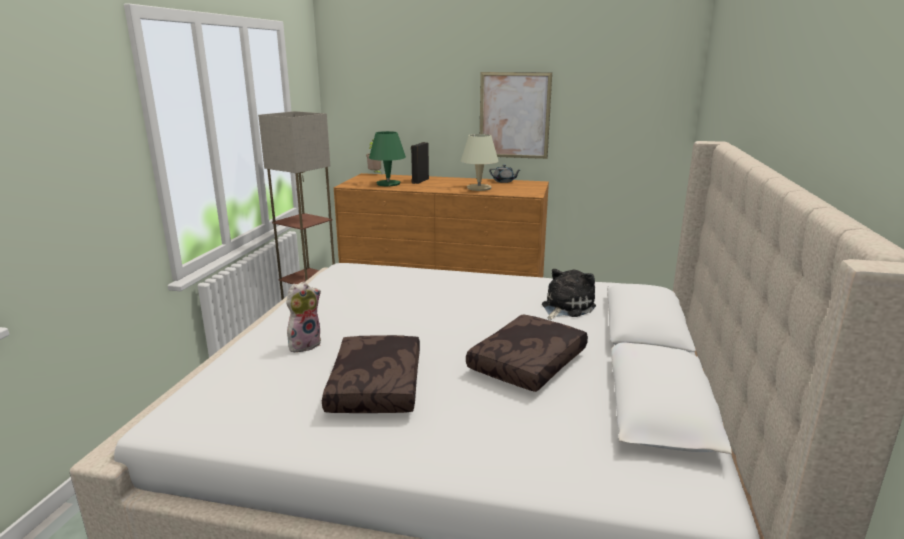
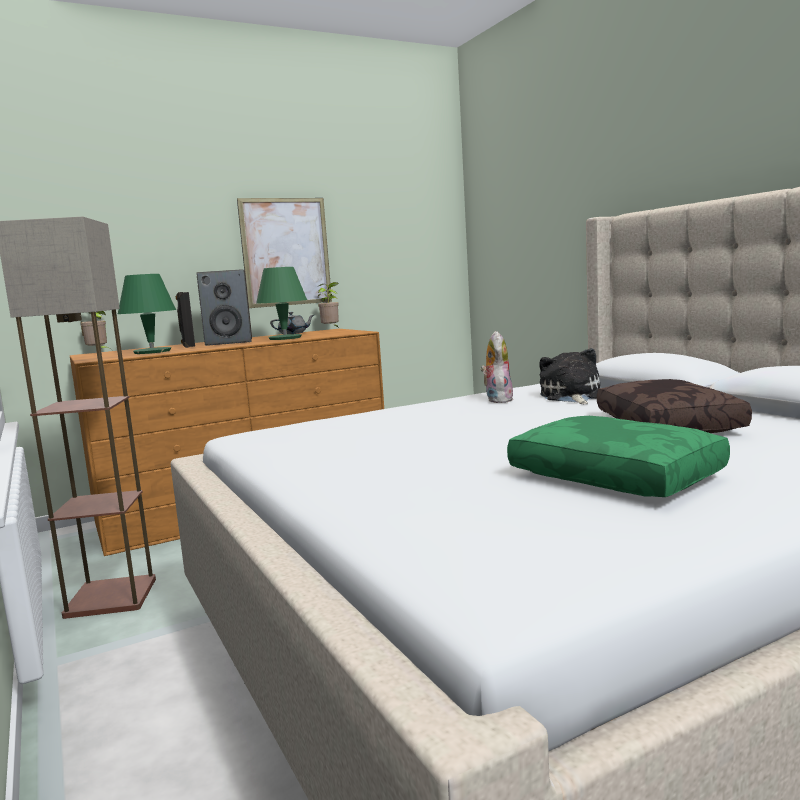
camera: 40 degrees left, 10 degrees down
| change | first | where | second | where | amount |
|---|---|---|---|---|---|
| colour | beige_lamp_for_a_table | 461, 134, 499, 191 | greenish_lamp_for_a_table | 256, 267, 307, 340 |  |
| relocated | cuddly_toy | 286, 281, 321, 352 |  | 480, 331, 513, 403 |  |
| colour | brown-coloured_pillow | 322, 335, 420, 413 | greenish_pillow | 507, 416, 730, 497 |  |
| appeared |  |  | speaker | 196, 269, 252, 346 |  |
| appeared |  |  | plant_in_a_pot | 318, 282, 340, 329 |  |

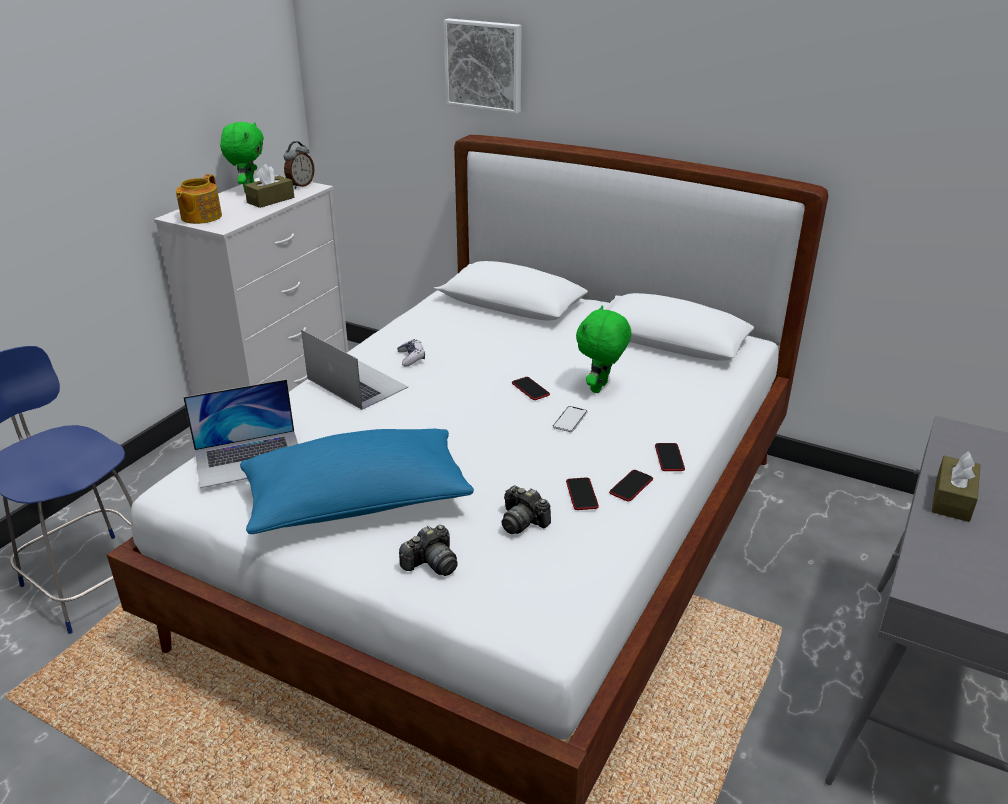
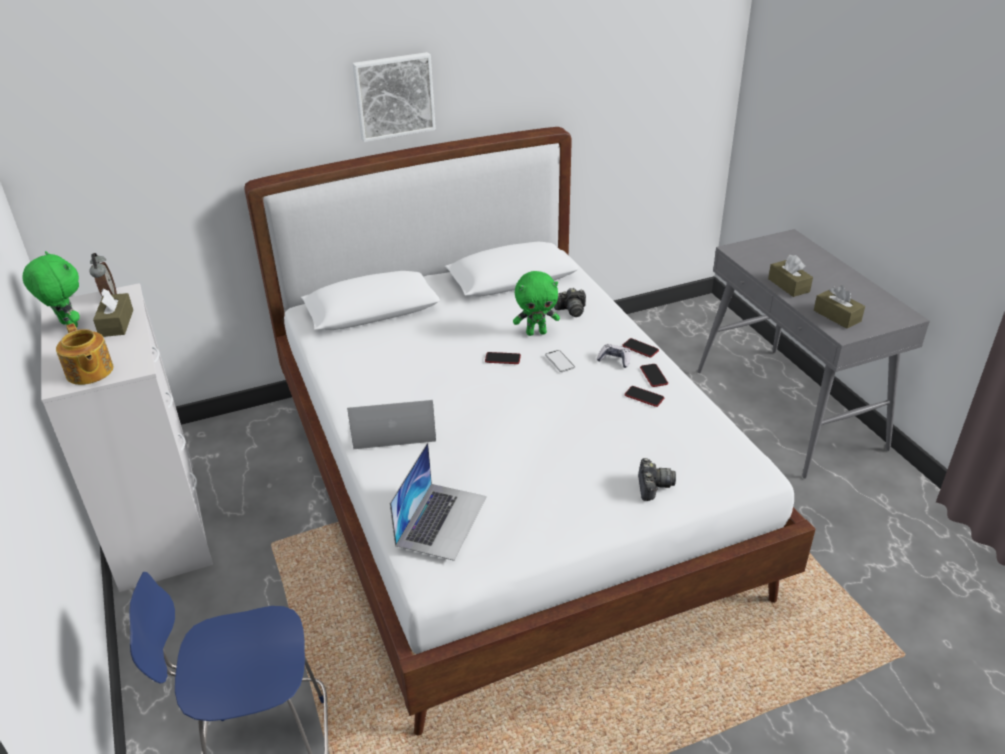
camera: 50 degrees left, 5 degrees up
| change | first | where | second | where | amount |
|---|---|---|---|---|---|
| relocated | wall_art | 443, 18, 522, 114 |  | 352, 52, 436, 142 |  |
| spun | greenish_cuddly_toy | 576, 305, 631, 393 |  | 513, 271, 560, 336 | 75 degrees counterclockwise |
| relocated | game_controller | 397, 339, 425, 367 |  | 597, 344, 631, 368 |  |
| missing | blue_pillow | 240, 429, 474, 534 |  |  |  |
| relocated | still_camera | 502, 486, 551, 534 |  | 554, 288, 586, 317 |  |
| appeared |  |  | brown-coloured_tissue_box | 814, 285, 865, 329 |  |

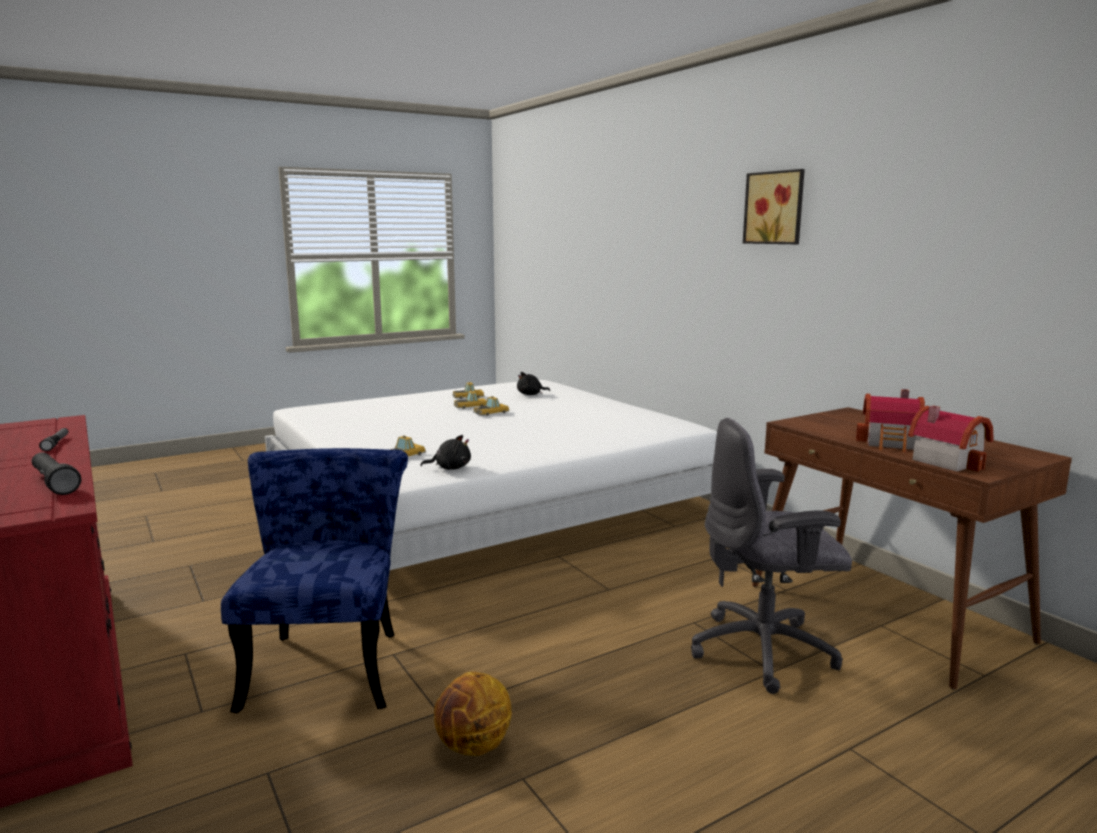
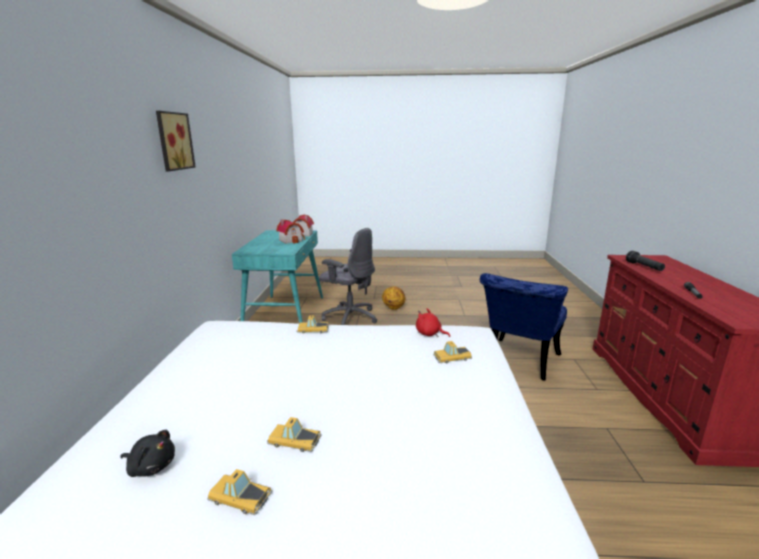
camera: 145 degrees left, 5 degrees up
| change | first | where | second | where | amount |
|---|---|---|---|---|---|
| relocated | toy_car | 473, 396, 510, 416 |  | 297, 315, 329, 334 |  |
| colour | brown-coloured_desk | 752, 407, 1072, 690 | turquoise_desk | 232, 230, 323, 323 |  |
| colour | black-coloured_cuddly_toy | 420, 435, 471, 470 | red_cuddly_toy | 416, 308, 450, 337 |  |
| relocated | basketball | 434, 672, 512, 756 |  | 382, 286, 406, 310 |  |

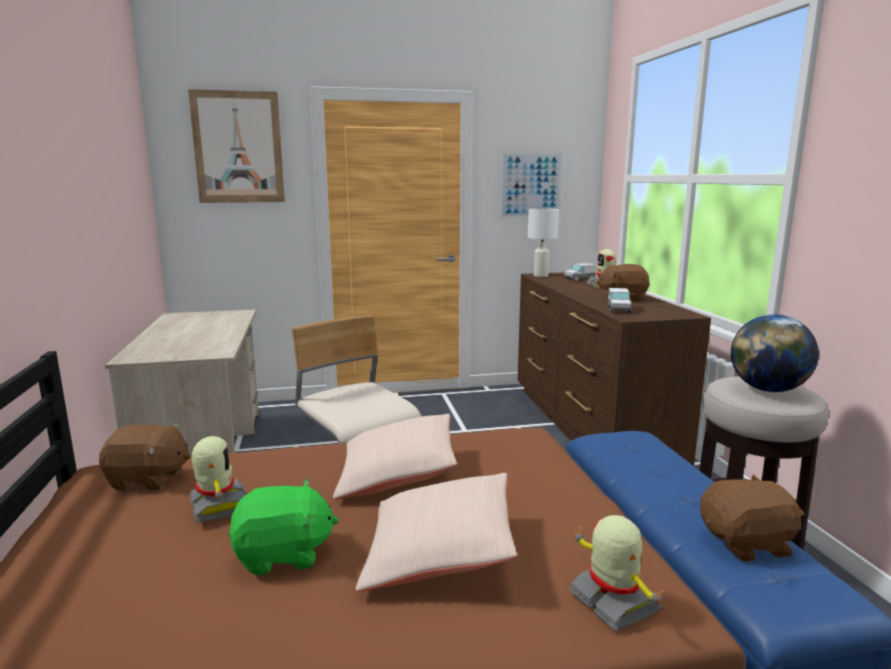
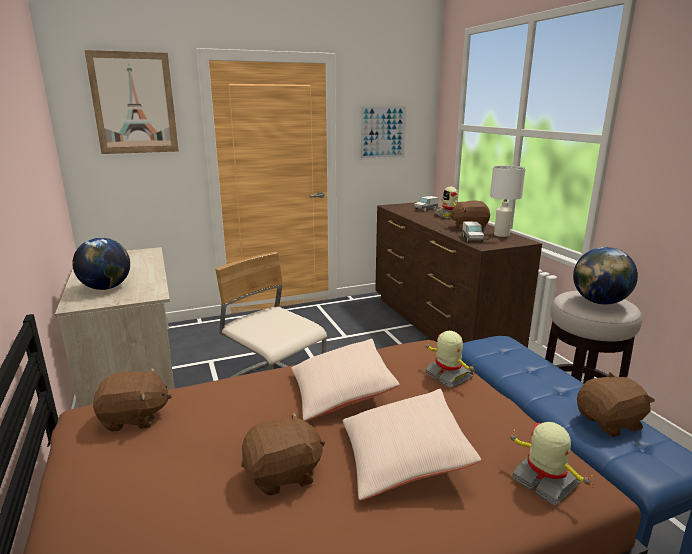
camera: 10 degrees left, 5 degrees up
| change | first | where | second | where | amount |
|---|---|---|---|---|---|
| relocated | white_lamp_for_a_table | 528, 208, 559, 277 |  | 490, 166, 526, 237 |  |
| relocated | model_robot | 190, 436, 247, 523 |  | 425, 331, 475, 388 |  |
| colour | greenish_cuddly_toy | 228, 479, 338, 575 | brown-coloured_cuddly_toy | 241, 412, 325, 496 |  |
| appeared |  |  | globe | 72, 238, 130, 290 |  |

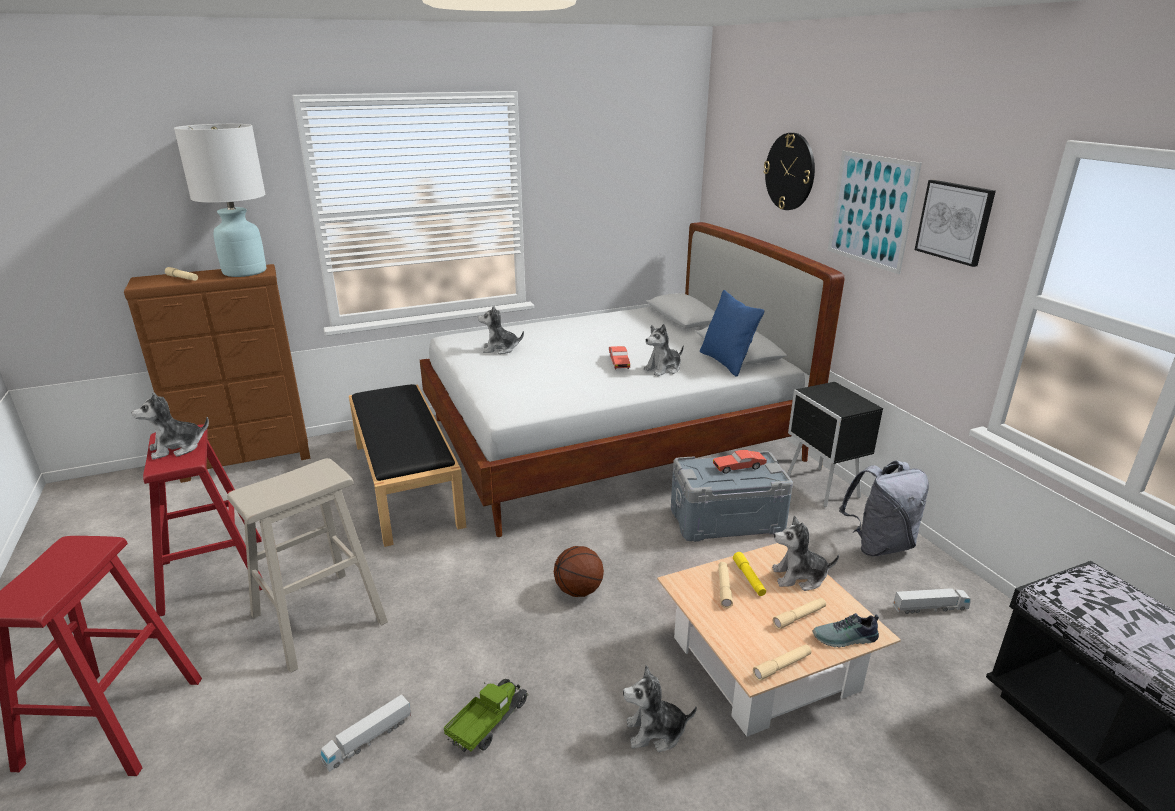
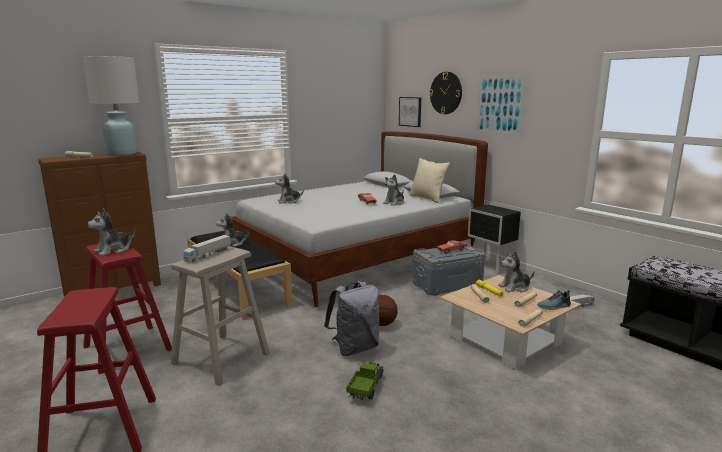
camera: 15 degrees left, 10 degrees down
| change | first | where | second | where | amount |
|---|---|---|---|---|---|
| relocated | wall_art | 915, 180, 996, 267 |  | 399, 97, 421, 127 |  |
| colour | blue_pillow | 700, 290, 764, 377 | beige_pillow | 409, 158, 450, 203 |  |
| relocated | grey_knapsack | 839, 460, 929, 556 |  | 324, 281, 379, 356 |  |
| relocated | cuddly_toy | 623, 665, 697, 752 |  | 216, 213, 250, 247 |  |
| relocated | toy_lorry | 321, 694, 412, 772 |  | 183, 235, 231, 263 |  |

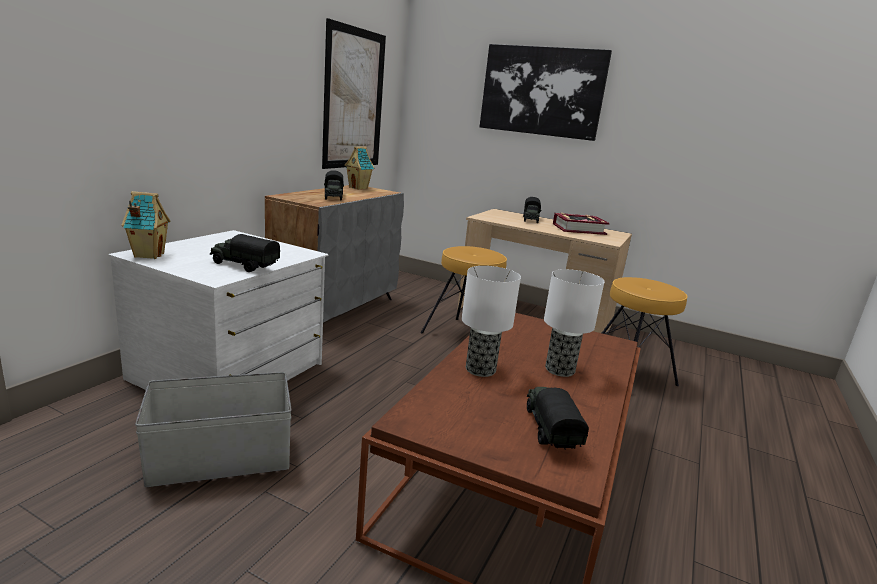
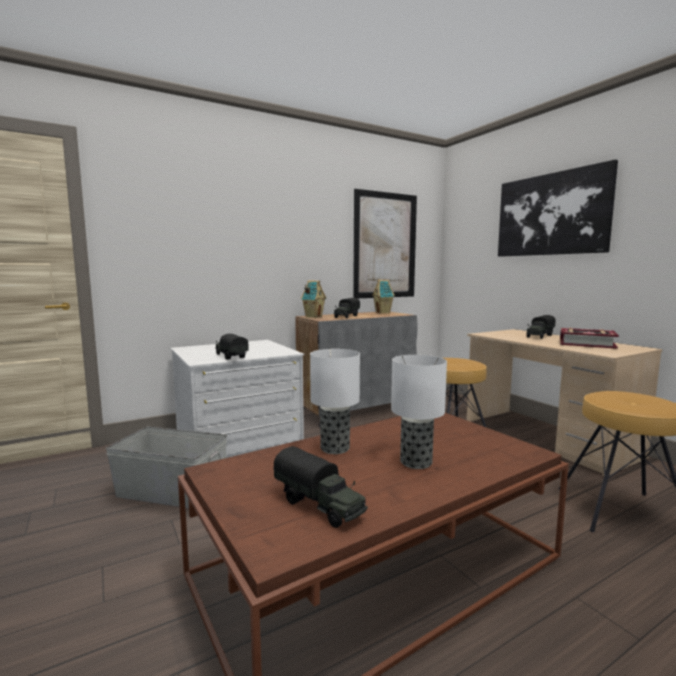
camera: 35 degrees right, 10 degrees down
| change | first | where | second | where | amount |
|---|---|---|---|---|---|
| relocated | model_house | 121, 191, 170, 259 |  | 301, 280, 326, 318 |  |
| spun | toy_lorry | 527, 387, 589, 450 |  | 273, 446, 368, 528 | 105 degrees clockwise |

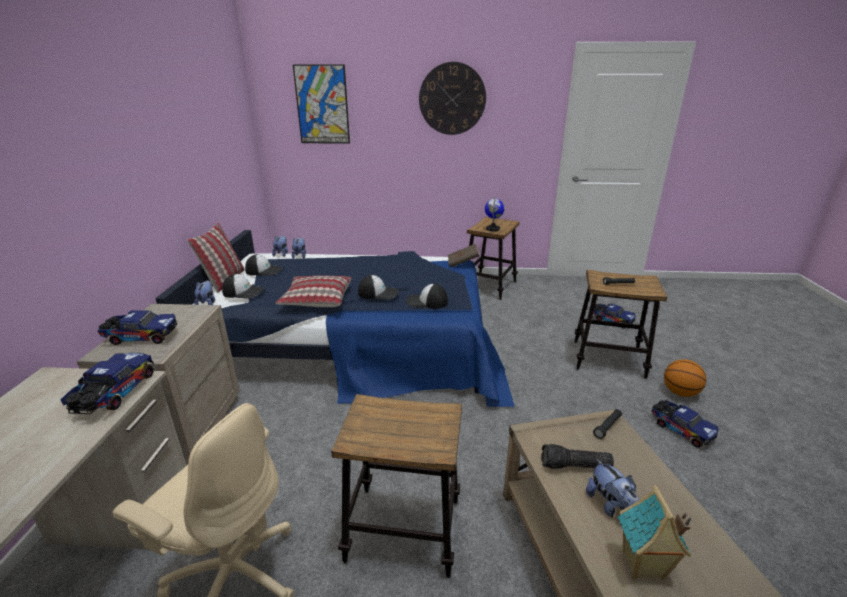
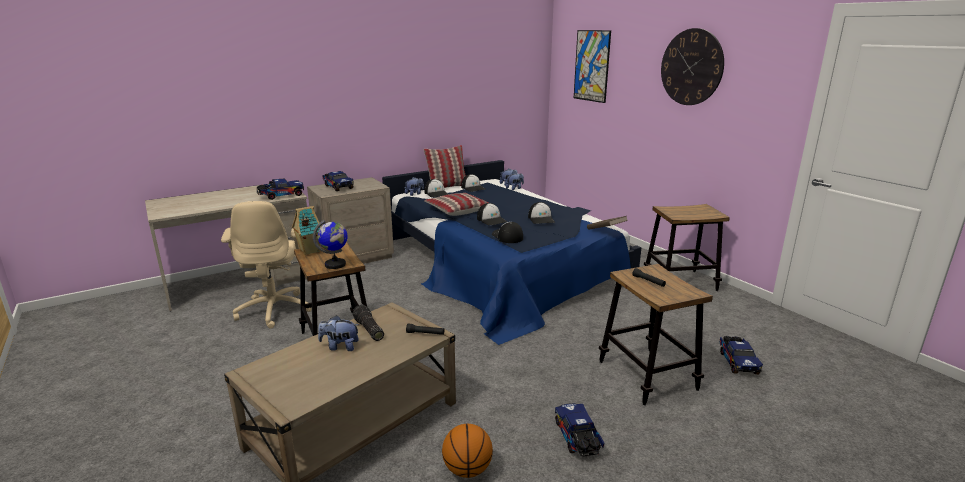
camera: 55 degrees right, 5 degrees down
| change | first | where | second | where | amount |
|---|---|---|---|---|---|
| relocated | globe | 485, 197, 505, 231 |  | 313, 220, 348, 269 |  |
| relocated | basketball | 664, 359, 706, 397 |  | 442, 424, 493, 478 |  |
| spun | toy_lorry | 651, 400, 718, 448 |  | 555, 403, 604, 457 | 150 degrees clockwise |
| spun | cuddly_toy | 586, 459, 639, 518 |  | 318, 315, 359, 351 | 60 degrees clockwise |
| relocated | model_house | 618, 485, 691, 580 |  | 292, 206, 321, 255 |  |
| appeared |  |  | baseball_cap | 528, 202, 555, 224 |  |

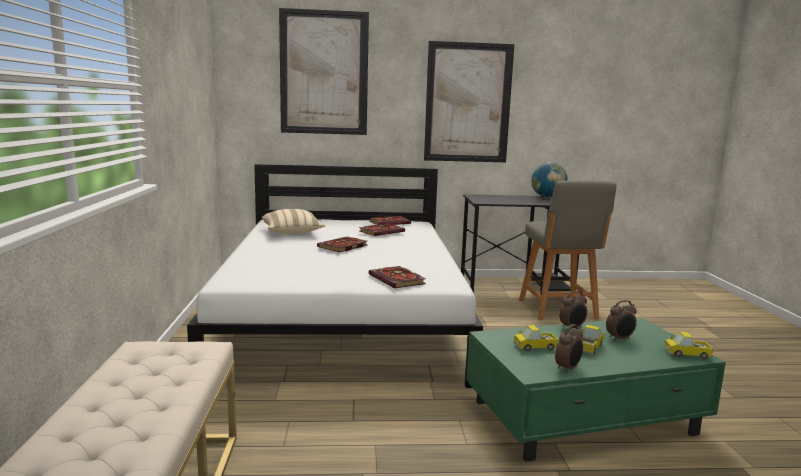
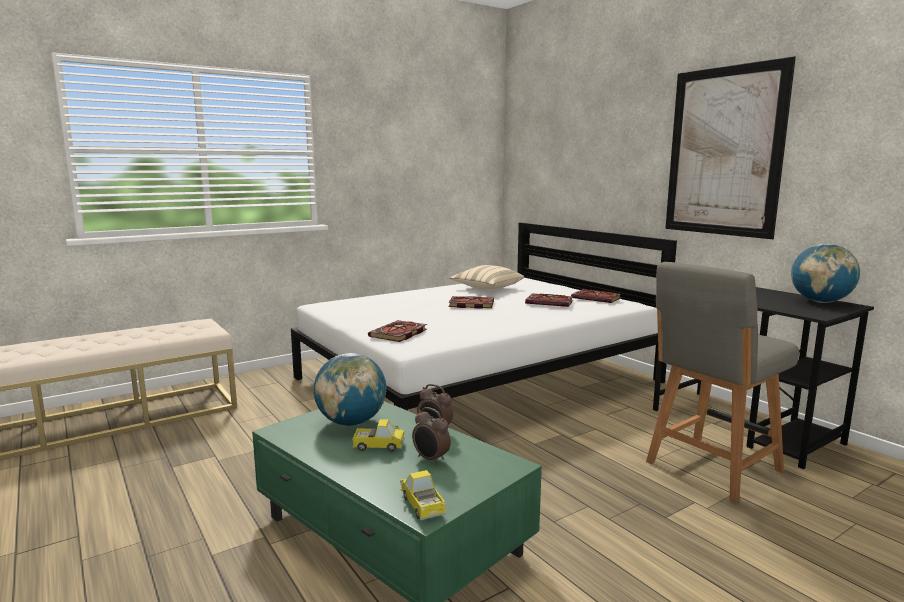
camera: 60 degrees right, 0 degrees up
| change | first | where | second | where | amount |
|---|---|---|---|---|---|
| missing | wall_art | 279, 8, 369, 135 |  |  |  |
| missing | table_clock | 555, 324, 583, 373 |  |  |  |
| exchanged | toy_lorry | 514, 325, 559, 351 | globe | 314, 353, 387, 426 |  |

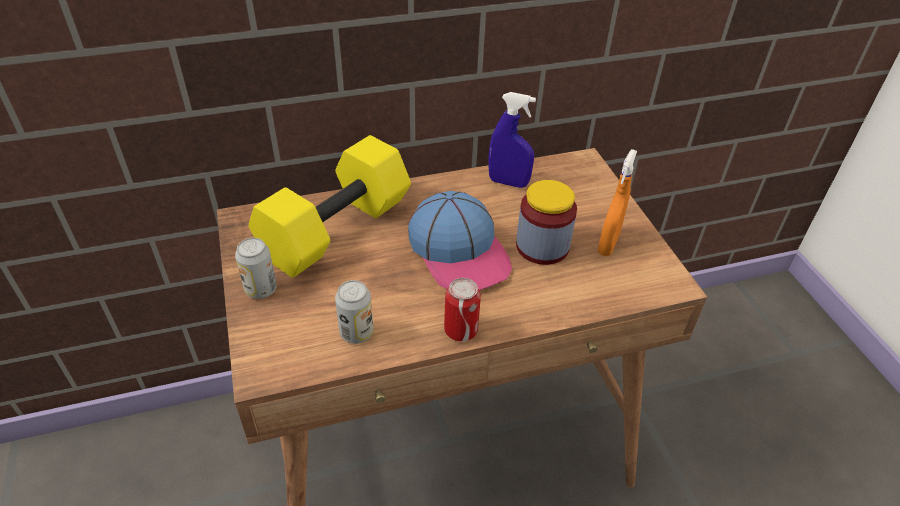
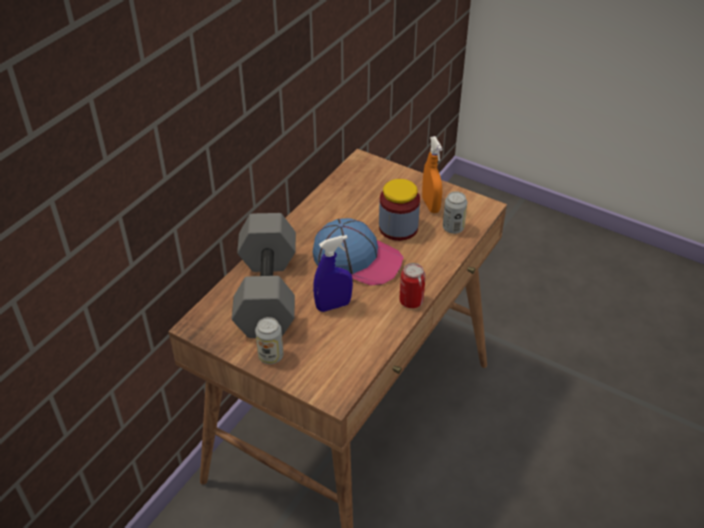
camera: 40 degrees left, 0 degrees up
| change | first | where | second | where | amount |
|---|---|---|---|---|---|
| relocated | blue_sprayer | 488, 92, 536, 188 |  | 313, 235, 353, 312 |  |
| colour | yellow-coloured_hand_weight | 249, 135, 411, 278 | grey_hand_weight | 232, 213, 296, 338 |  |
| relocated | sealed_can | 335, 280, 373, 344 |  | 443, 191, 467, 234 |  |

